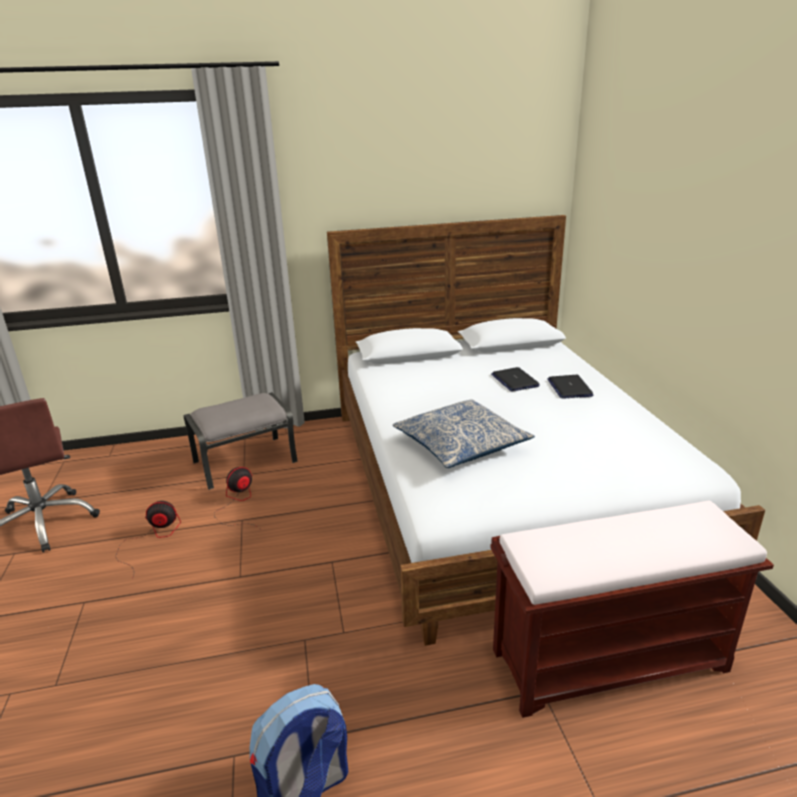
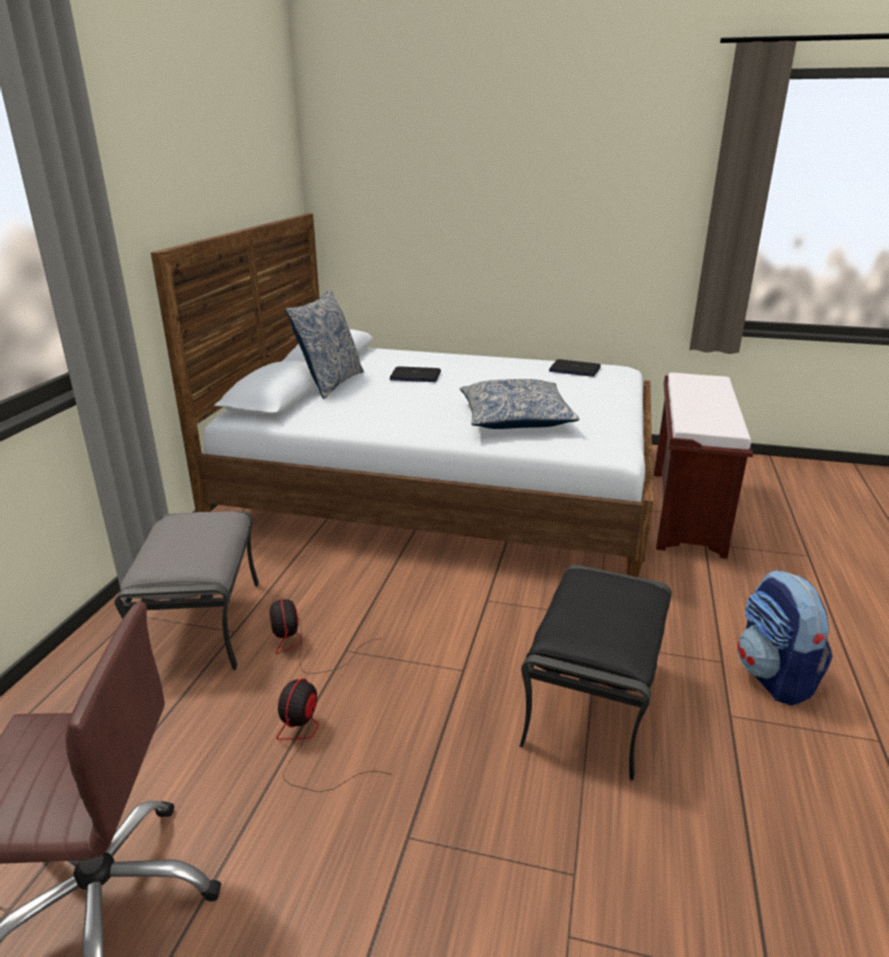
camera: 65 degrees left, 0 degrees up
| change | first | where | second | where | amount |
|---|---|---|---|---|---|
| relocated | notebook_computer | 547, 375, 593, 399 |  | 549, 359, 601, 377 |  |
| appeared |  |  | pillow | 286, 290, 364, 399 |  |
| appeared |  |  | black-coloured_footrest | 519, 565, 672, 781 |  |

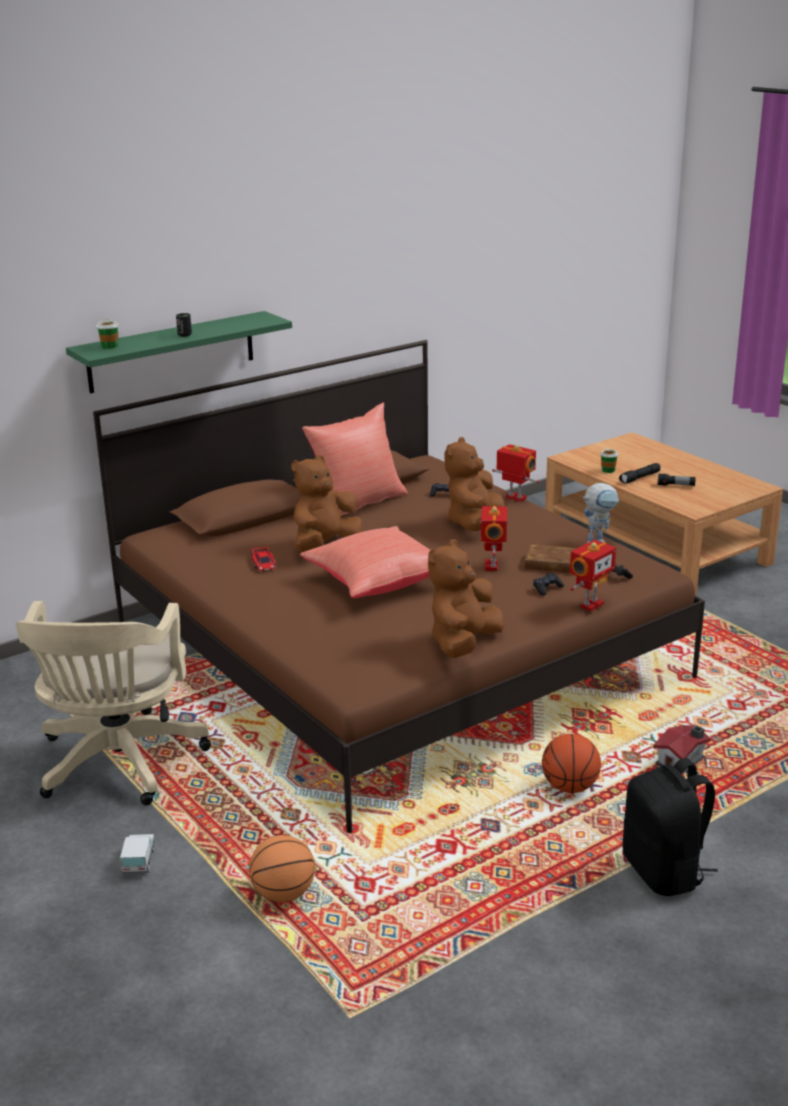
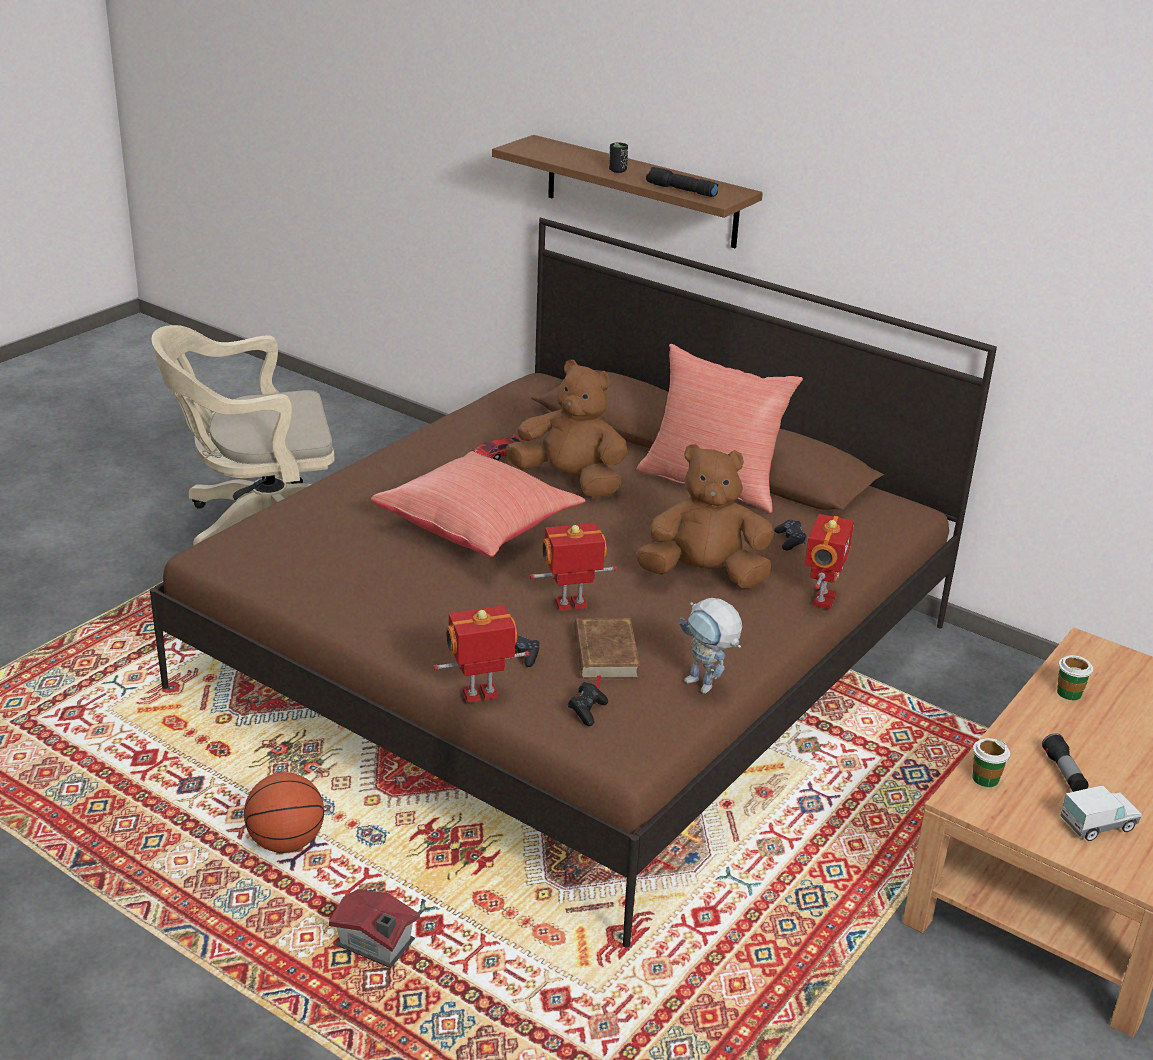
camera: 70 degrees right, 5 degrees up
| change | first | where | second | where | amount |
|---|---|---|---|---|---|
| colour | greenish_wall_shelf | 66, 311, 292, 394 | brown-coloured_wall_shelf | 492, 135, 763, 248 |  |
| relocated | small_cup | 96, 319, 119, 349 |  | 972, 738, 1010, 787 |  |
| relocated | black-coloured_torch | 619, 463, 661, 484 |  | 646, 167, 718, 197 |  |
| missing | brown-coloured_cuddly_toy | 428, 539, 504, 658 |  |  |  |
| spun | model_robot | 570, 540, 616, 611 |  | 433, 605, 529, 703 | 135 degrees clockwise |
| missing | black-coloured_knapsack | 623, 758, 718, 896 |  |  |  |
| relocated | toy_lorry | 120, 834, 155, 874 |  | 1061, 785, 1142, 841 |  |
| missing | basketball | 249, 835, 315, 902 |  |  |  |

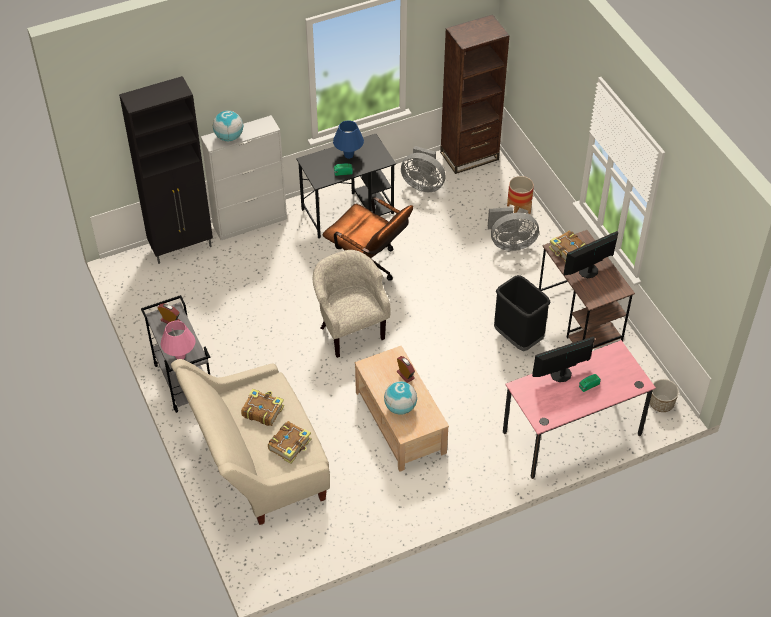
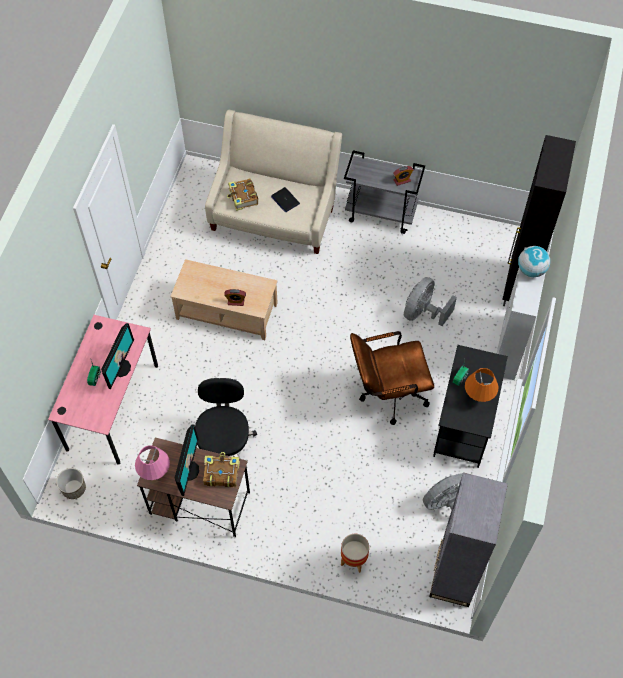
camera: 130 degrees right, 10 degrees up
| change | first | where | second | where | amount |
|---|---|---|---|---|---|
| colour | brown-coloured_shelving_unit | 440, 14, 509, 174 | grey_shelving_unit | 429, 473, 508, 607 |  |
| colour | blue_lamp_for_a_table | 333, 120, 364, 159 | orange_lamp_for_a_table | 465, 368, 498, 402 |  |
| relocated | grey_electric_fan | 488, 207, 539, 251 |  | 404, 277, 457, 326 |  |
| missing | beige_easy_chair | 313, 250, 390, 358 |  |  |  |
| exchanged | black-coloured_waste_bin | 494, 275, 550, 351 | black-coloured_desk_chair | 195, 378, 257, 459 |  |
| relocated | pinkish_lamp_for_a_table | 160, 321, 196, 359 |  | 135, 445, 170, 480 |  |
| missing | globe | 384, 381, 417, 415 |  |  |  |
| exchanged | volume | 241, 389, 284, 426 | notebook_computer | 271, 187, 300, 212 |  |

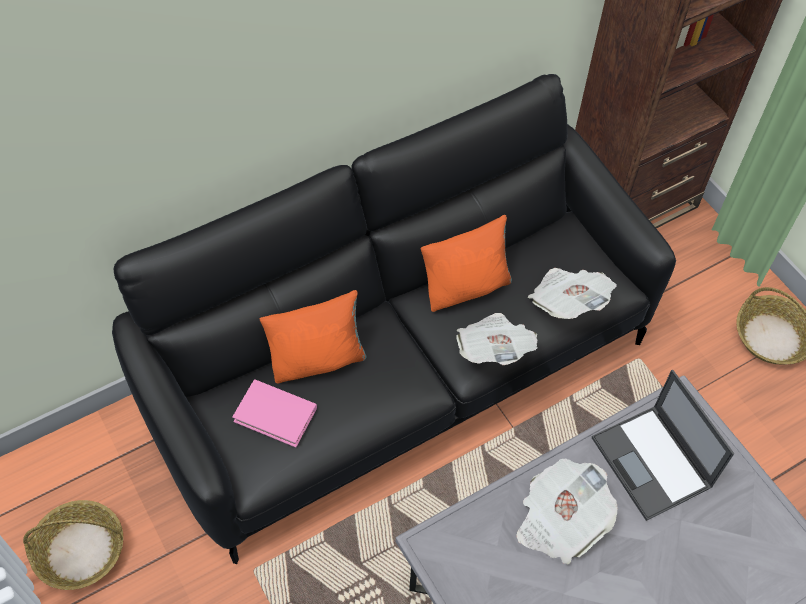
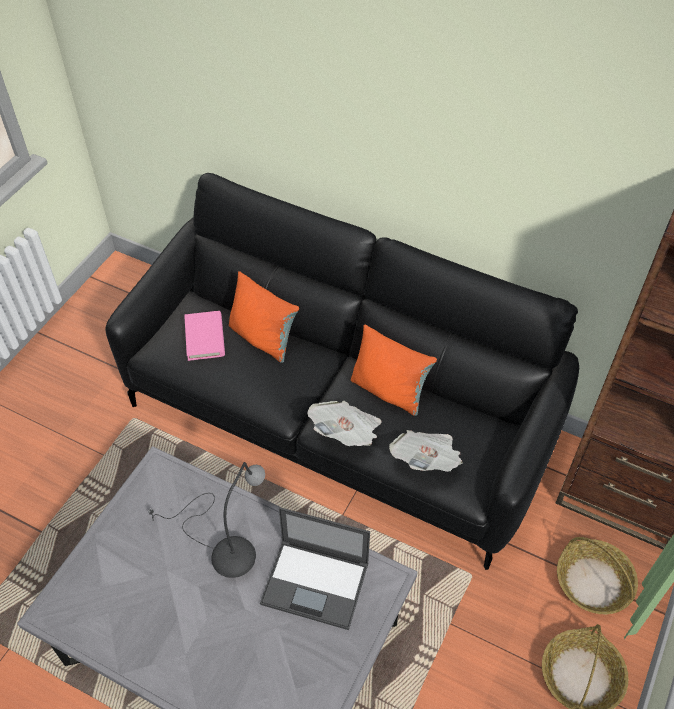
camera: 60 degrees right, 5 degrees down
| change | first | where | second | where | amount |
|---|---|---|---|---|---|
| spun | notebook_computer | 592, 370, 734, 521 |  | 260, 507, 370, 630 | 105 degrees counterclockwise |
| exchanged | daily_paper | 516, 458, 618, 564 | grey_lamp_for_a_table | 148, 462, 265, 578 |  |
| relocated | storage_basket | 23, 500, 123, 590 |  | 557, 537, 638, 614 |  |

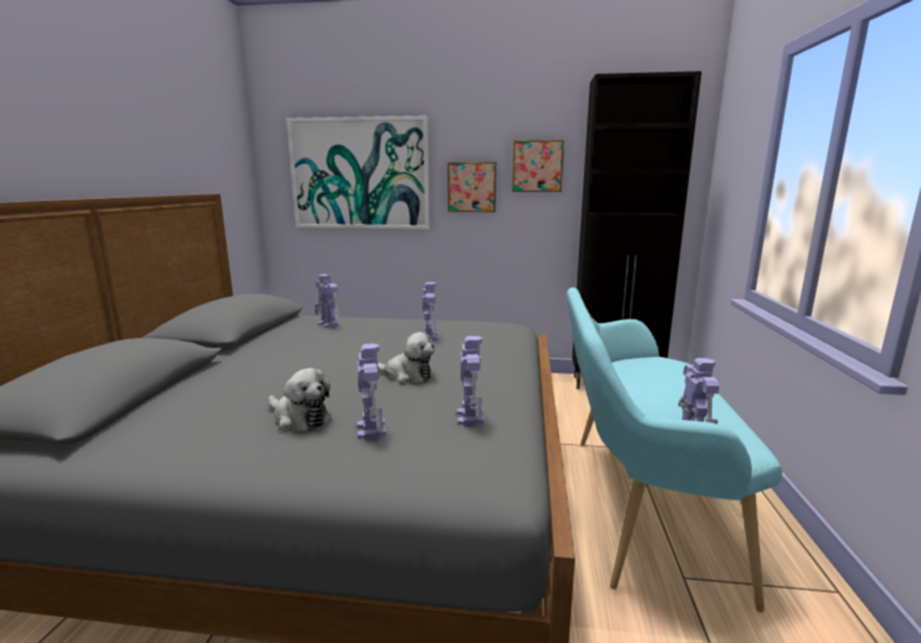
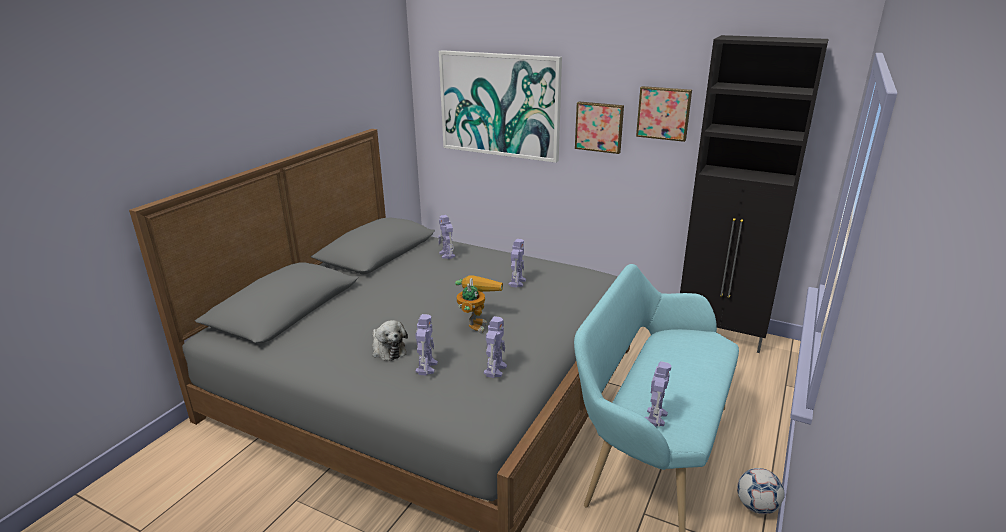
camera: 20 degrees right, 10 degrees up
| change | first | where | second | where | amount |
|---|---|---|---|---|---|
| exchanged | cuddly_toy | 378, 332, 435, 384 | model_robot | 455, 276, 503, 333 |  |
| appeared |  |  | ball_for_football | 737, 468, 785, 514 |  |

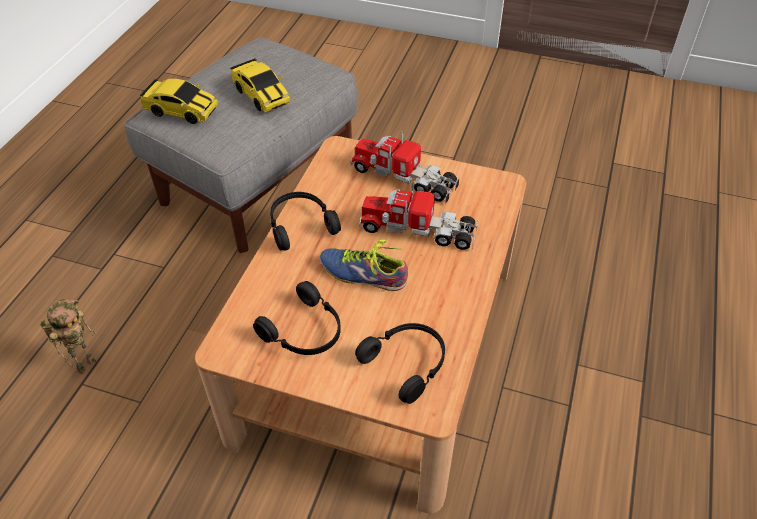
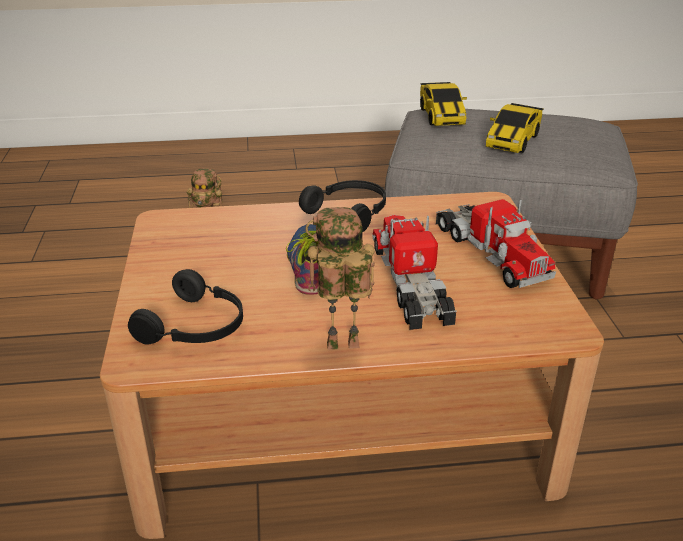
camera: 65 degrees right, 15 degrees down
| change | first | where | second | where | amount |
|---|---|---|---|---|---|
| spun | toy_lorry | 350, 131, 460, 204 |  | 436, 199, 556, 288 | 150 degrees clockwise |
| missing | black-coloured_headphones | 253, 281, 341, 355 |  |  |  |
| appeared |  |  | model_robot | 305, 207, 375, 350 |  |

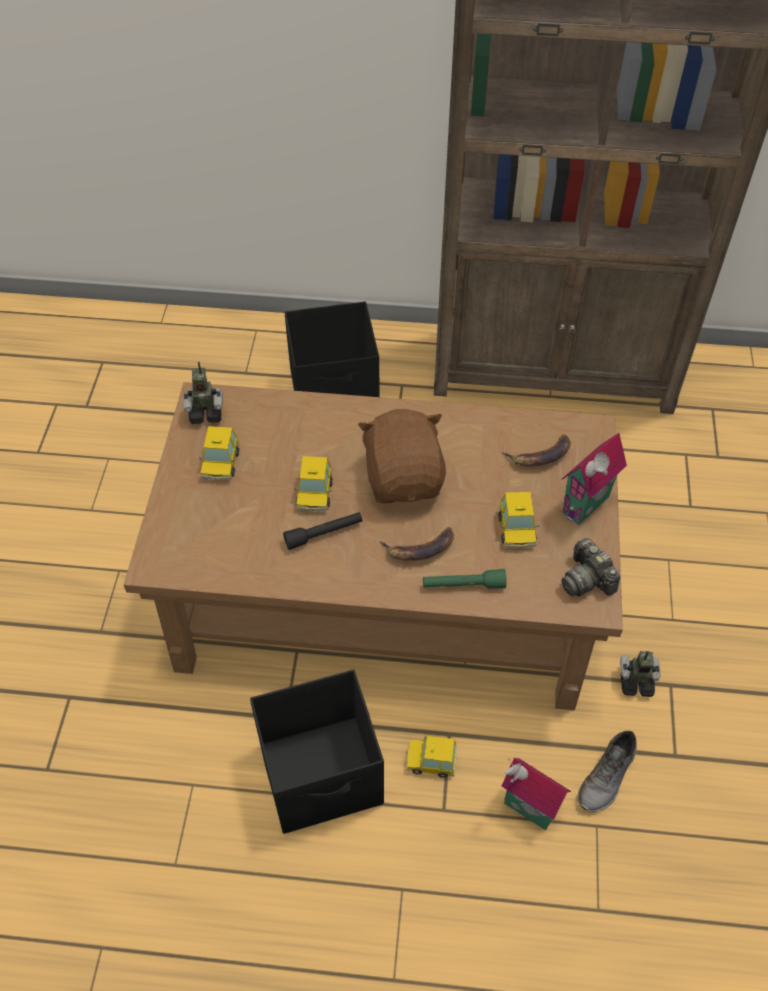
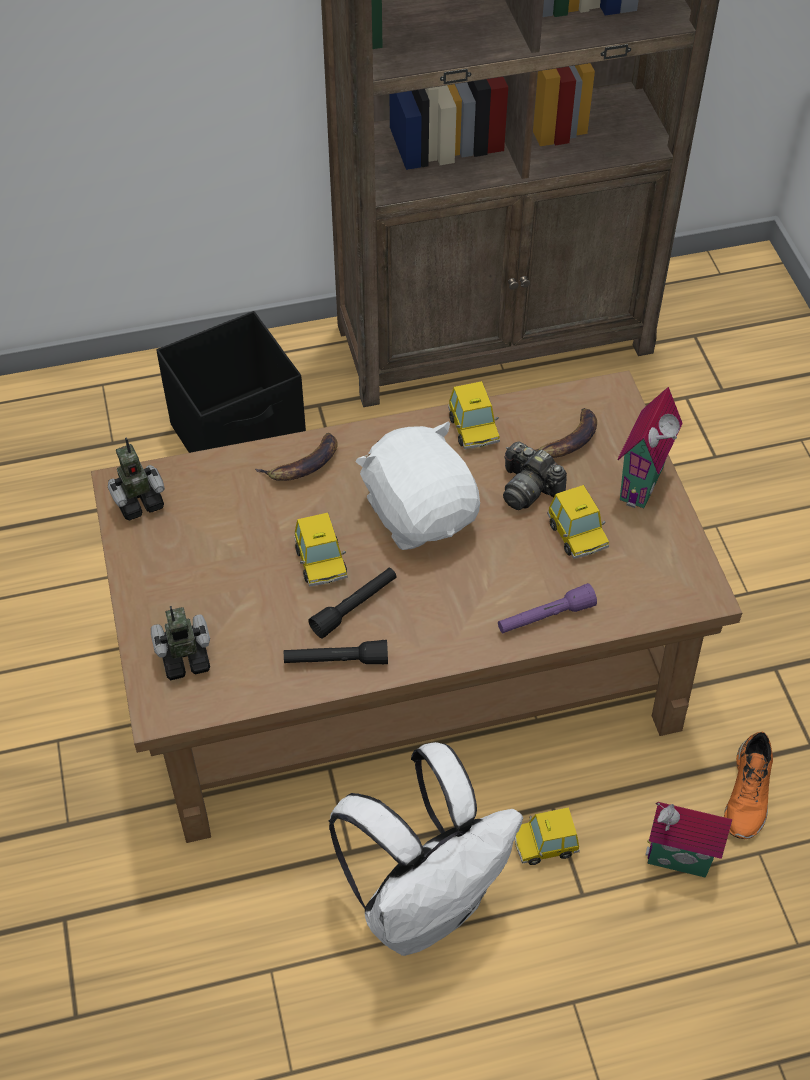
camera: 20 degrees left, 0 degrees up
| change | first | where | second | where | amount |
|---|---|---|---|---|---|
| colour | brown-coloured_cuddly_toy | 358, 409, 446, 503 | white_cuddly_toy | 355, 422, 480, 550 |  |
| relocated | toy_car | 199, 426, 239, 480 |  | 448, 381, 500, 449 |  |
| relocated | banana_fruit | 380, 527, 454, 560 |  | 255, 433, 338, 481 |  |
| relocated | still_camera | 561, 538, 620, 597 |  | 503, 442, 567, 510 |  |
| colour | greenish_torch | 423, 569, 507, 588 | purple_torch | 498, 583, 597, 633 |  |
| relocated | model_robot | 620, 651, 661, 697 |  | 151, 606, 210, 680 |  |
| exchanged | black-coloured_storage_container | 250, 669, 384, 834 | white_knapsack | 329, 742, 523, 956 |  |
| colour | grey_shoe | 577, 731, 637, 812 | orange_shoe | 724, 732, 773, 839 |  |
| appeared |  |  | black-coloured_torch | 284, 640, 388, 665 |  |

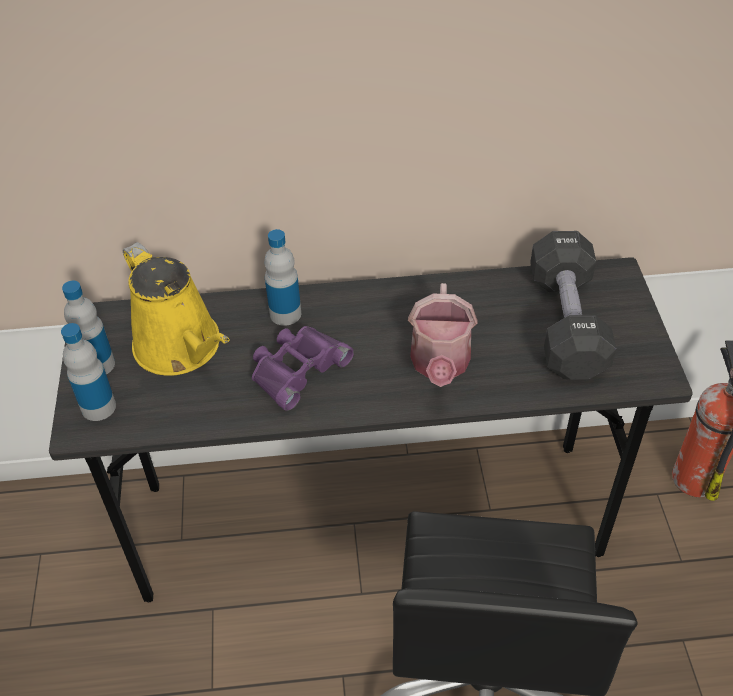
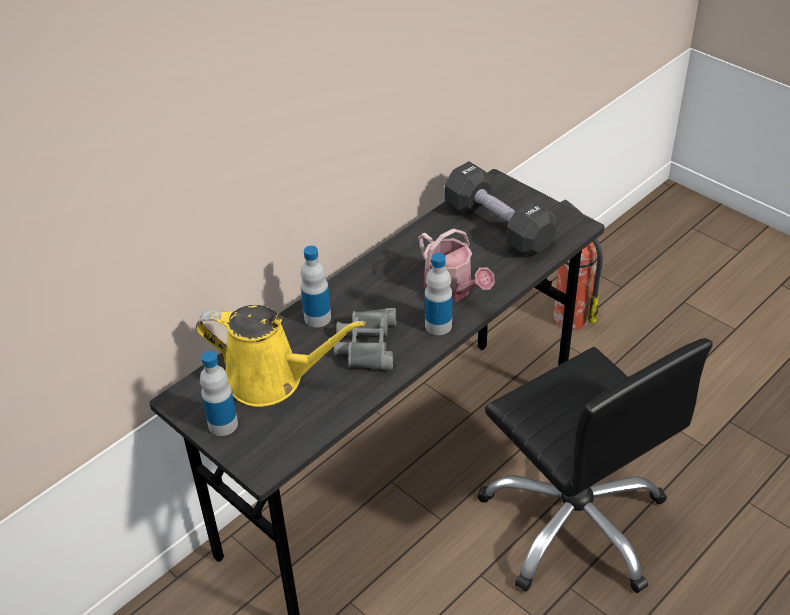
camera: 40 degrees left, 5 degrees down
| change | first | where | second | where | amount |
|---|---|---|---|---|---|
| relocated | beverage_bottle | 61, 323, 116, 421 |  | 425, 253, 452, 335 |  |
| colour | purple_binoculars | 252, 326, 354, 411 | grey_binoculars | 334, 308, 396, 370 |  |

